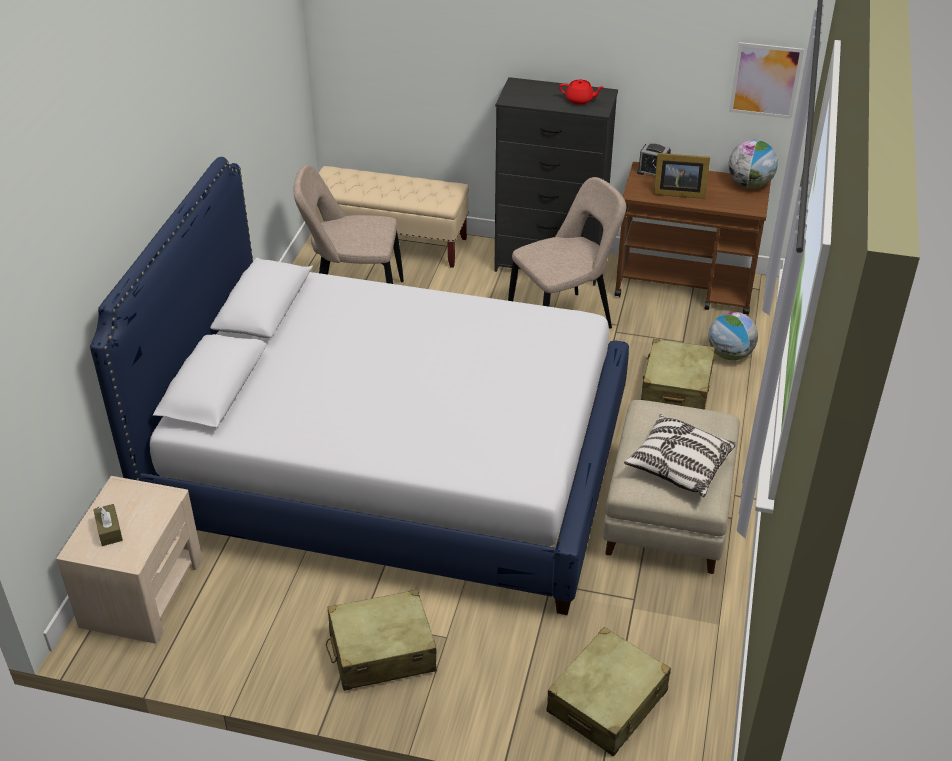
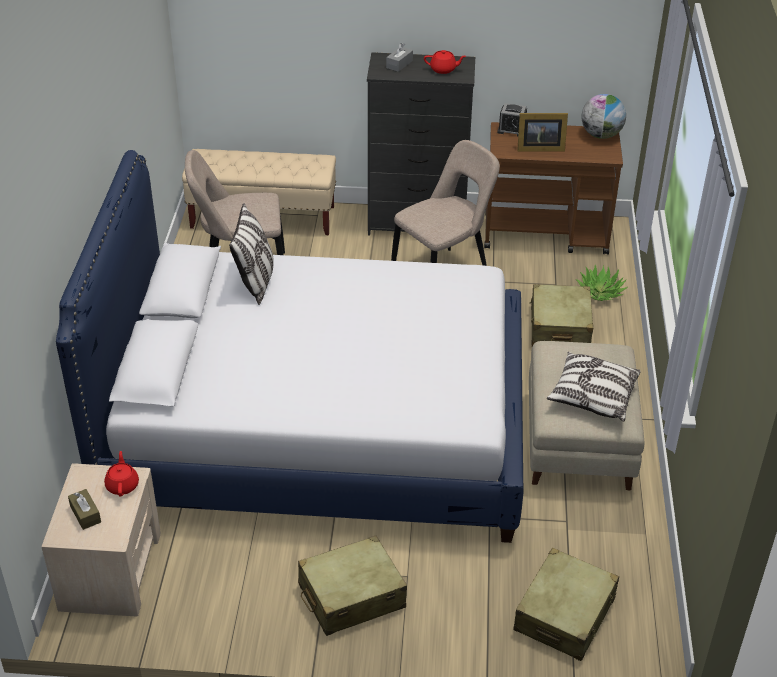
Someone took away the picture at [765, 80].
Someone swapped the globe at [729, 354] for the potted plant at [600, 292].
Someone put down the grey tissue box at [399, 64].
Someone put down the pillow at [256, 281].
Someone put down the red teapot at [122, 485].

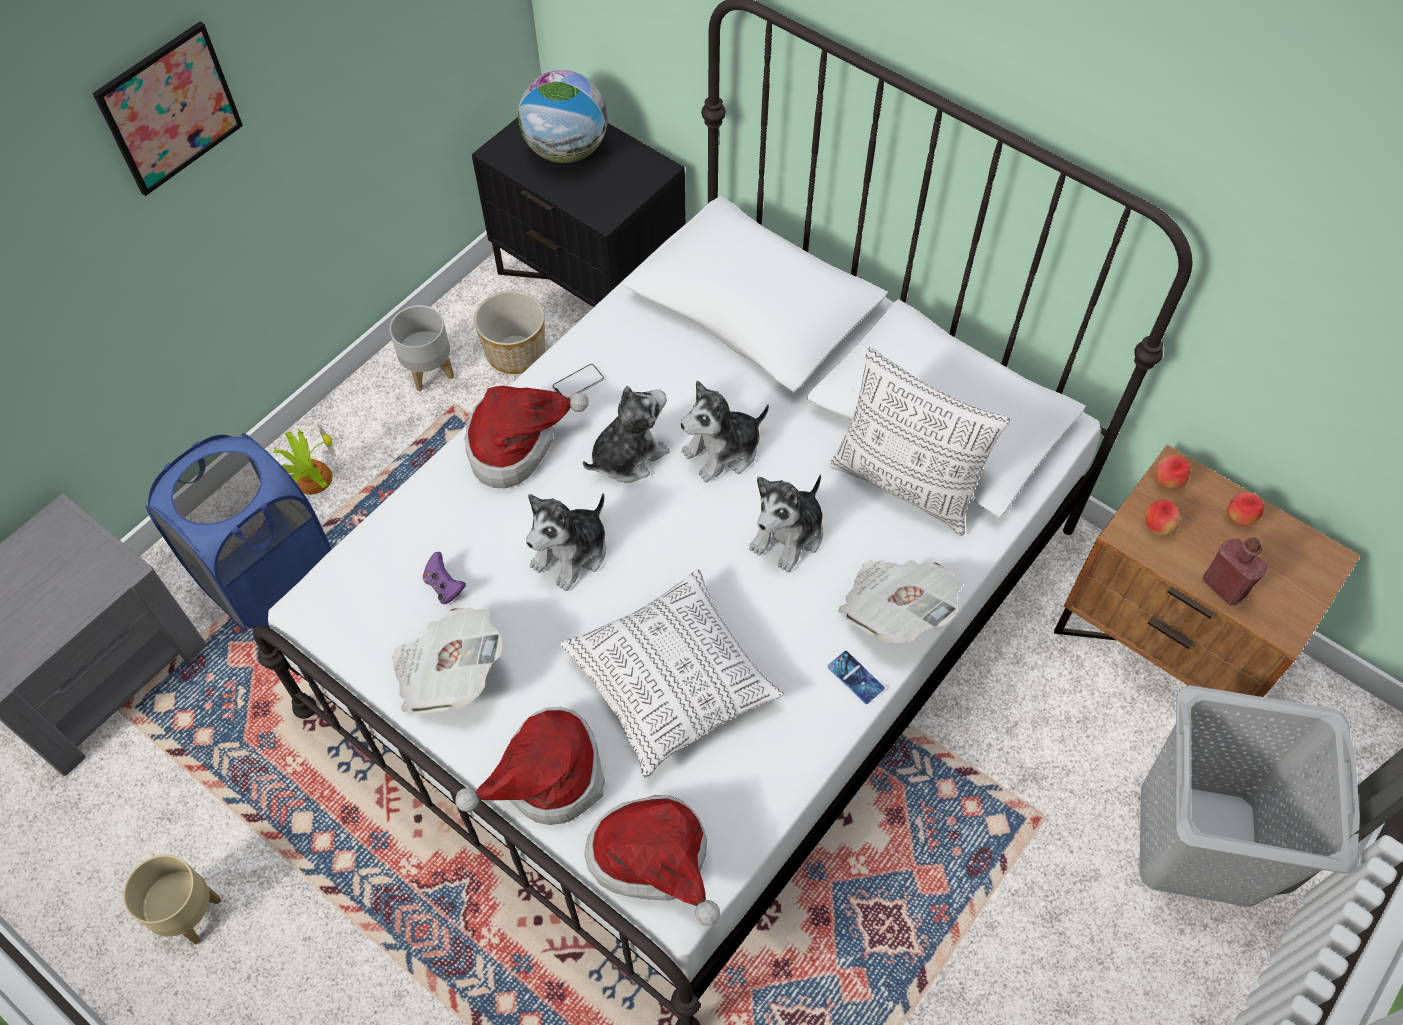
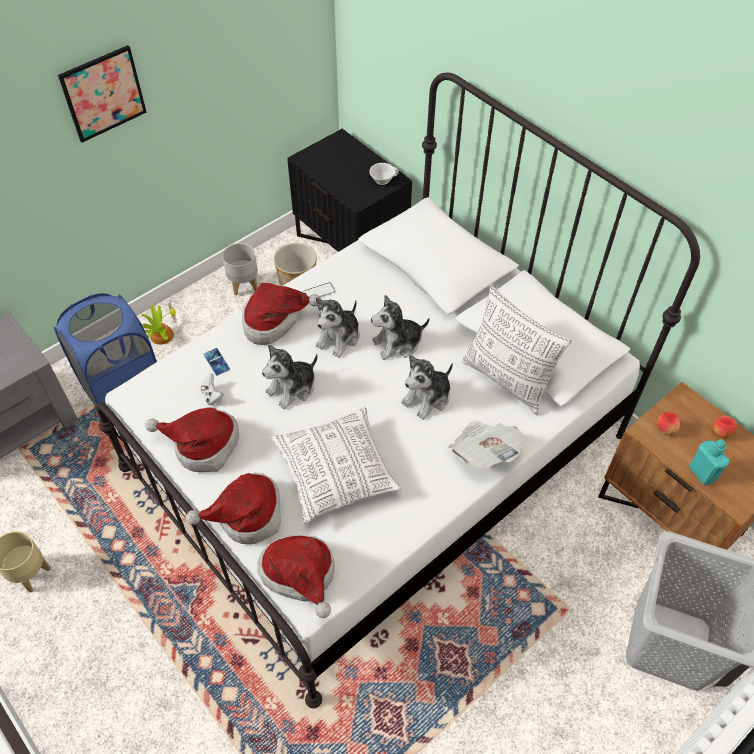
Someone took away the globe at [566, 150].
Someone rotated the plush toy at [627, 456] by 150 degrees clockwise.
Someone took away the apple at [1167, 482].
Someone repainted the red bottle at [1223, 587], which became the turquoise bottle at [702, 473].
Someone repainted the purple game controller at [444, 586], which became the white game controller at [212, 395].
Someone swapped the newspaper at [448, 673] for the hat at [202, 446].
Someone carried the phone from [855, 677] to [216, 362].
Someone put down the white cup at [382, 179].

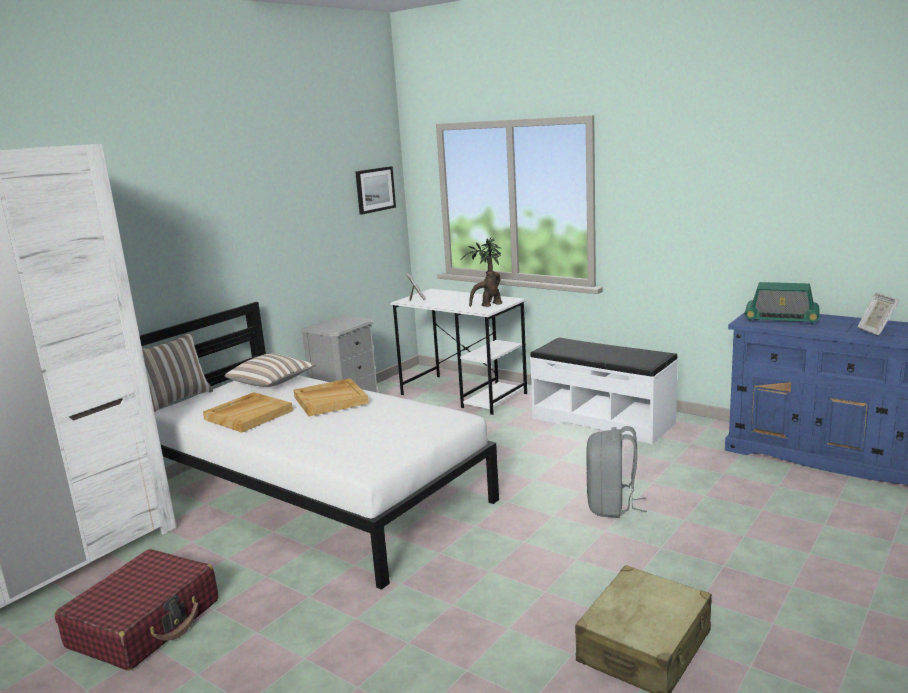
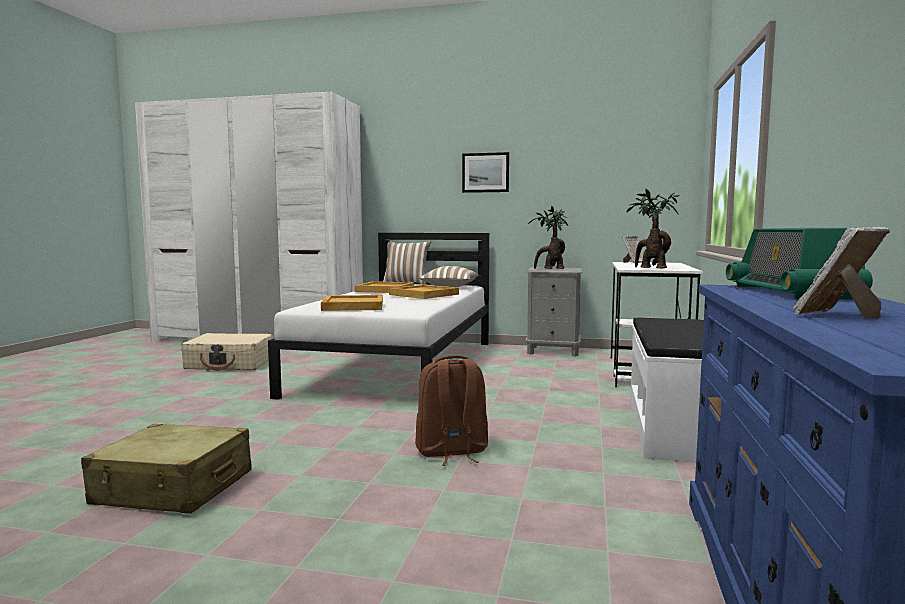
Someone carried the picture from [375, 190] to [485, 172].
Someone repainted the grey backpack at [612, 506], which became the brown backpack at [451, 452].
Someone repainted the red suitcase at [145, 623], which became the beige suitcase at [230, 364].
Someone put down the potted plant at [551, 269].
Someone put down the beige tray at [352, 306].

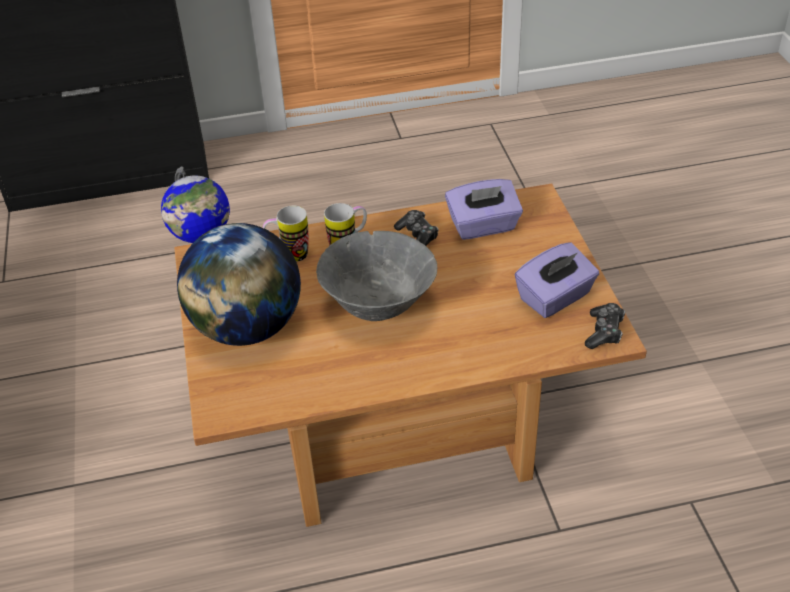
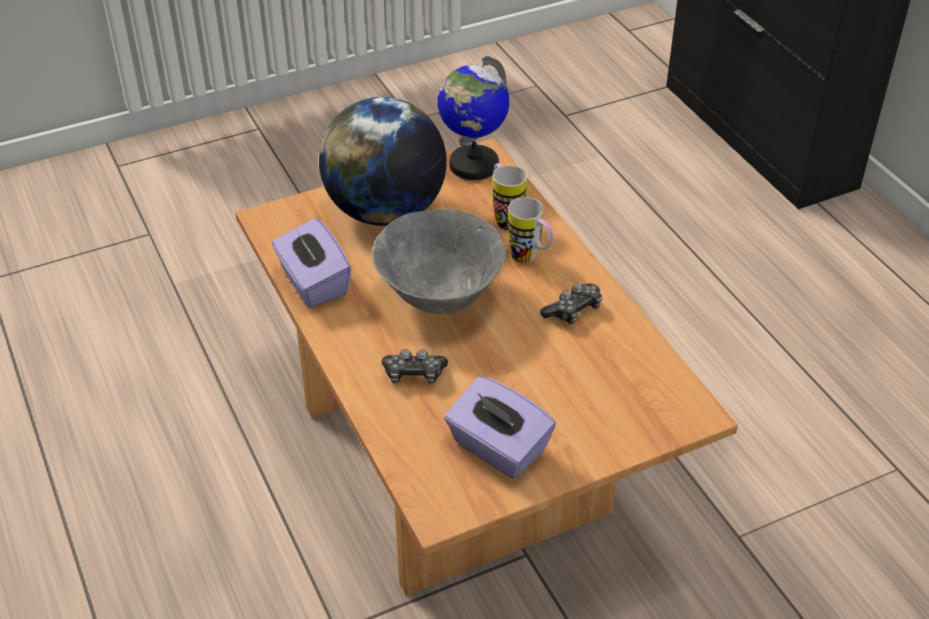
Someone carried the purple tissue box from [483, 226] to [313, 283].
Someone carried the game controller from [604, 332] to [414, 374].

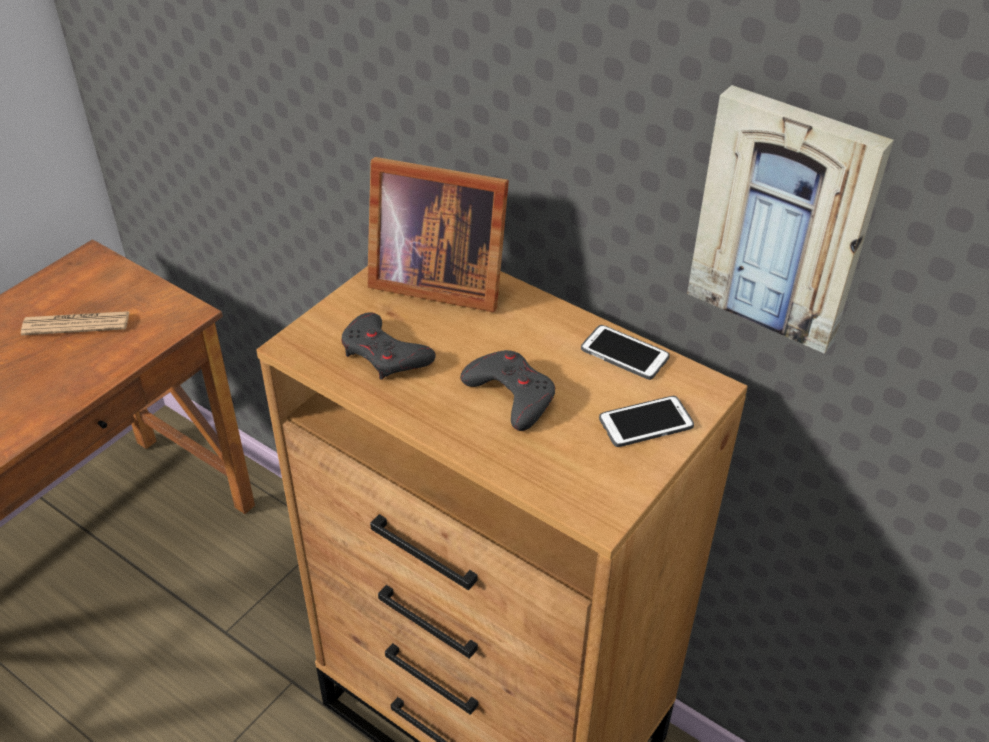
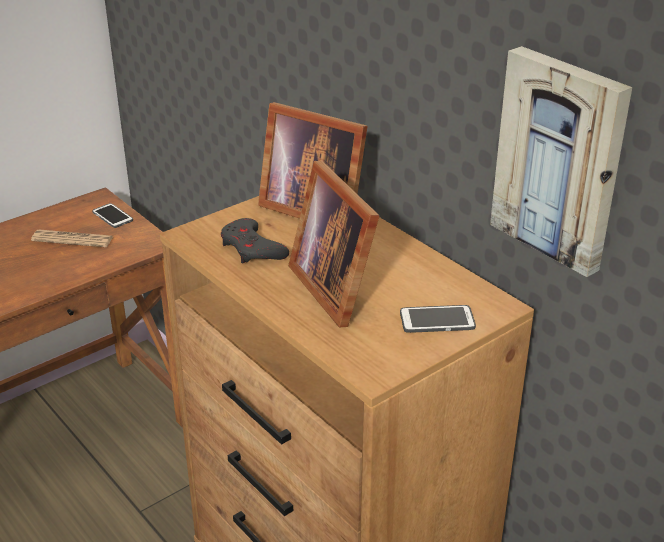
Someone carried the phone from [624, 353] to [112, 216].
Someone swapped the grey game controller at [511, 394] for the picture frame at [337, 287].

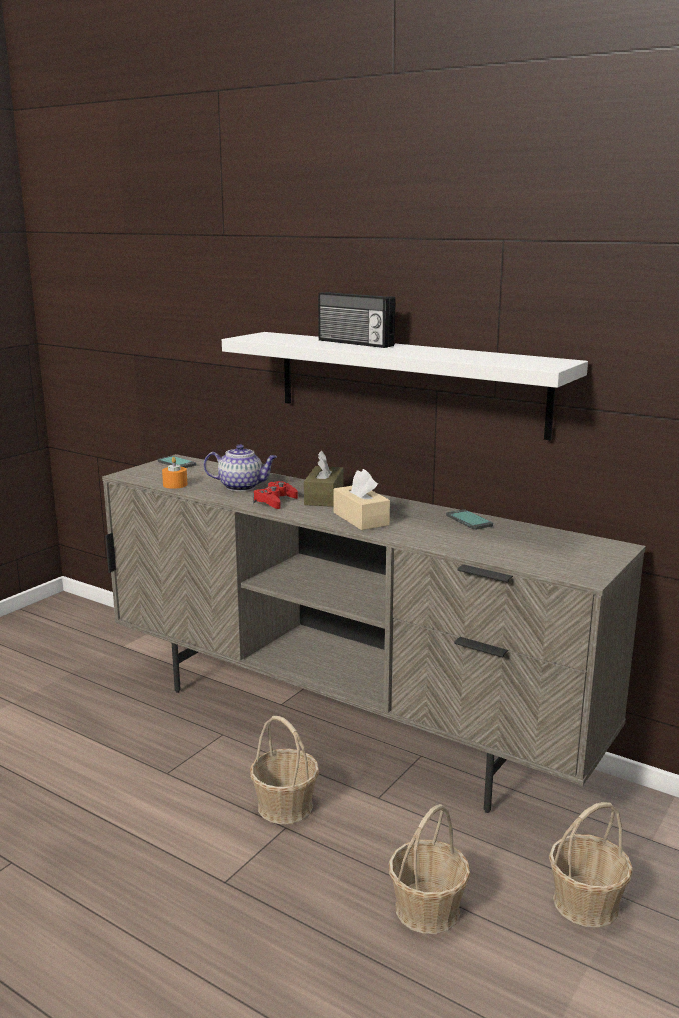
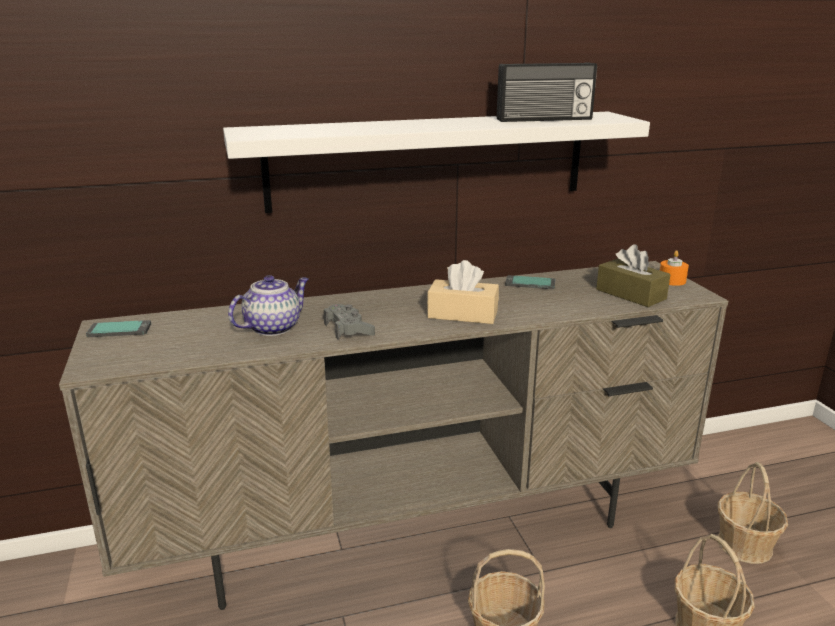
Someone carried the radio from [354, 343] to [544, 119].
Someone carried the brown tissue box from [324, 497] to [630, 294].
Someone carried the orange candle from [175, 485] to [672, 280].
Someone repainted the red game controller at [275, 501], which became the grey game controller at [348, 329].

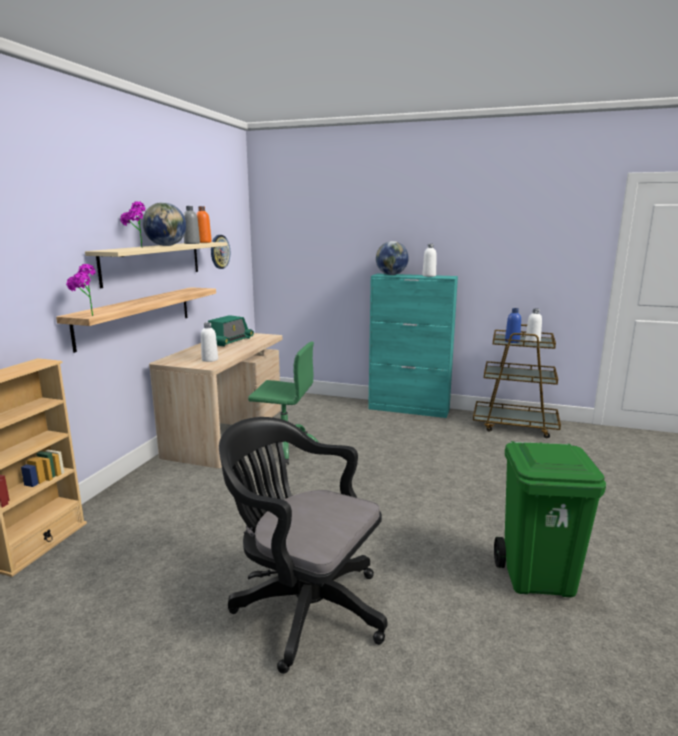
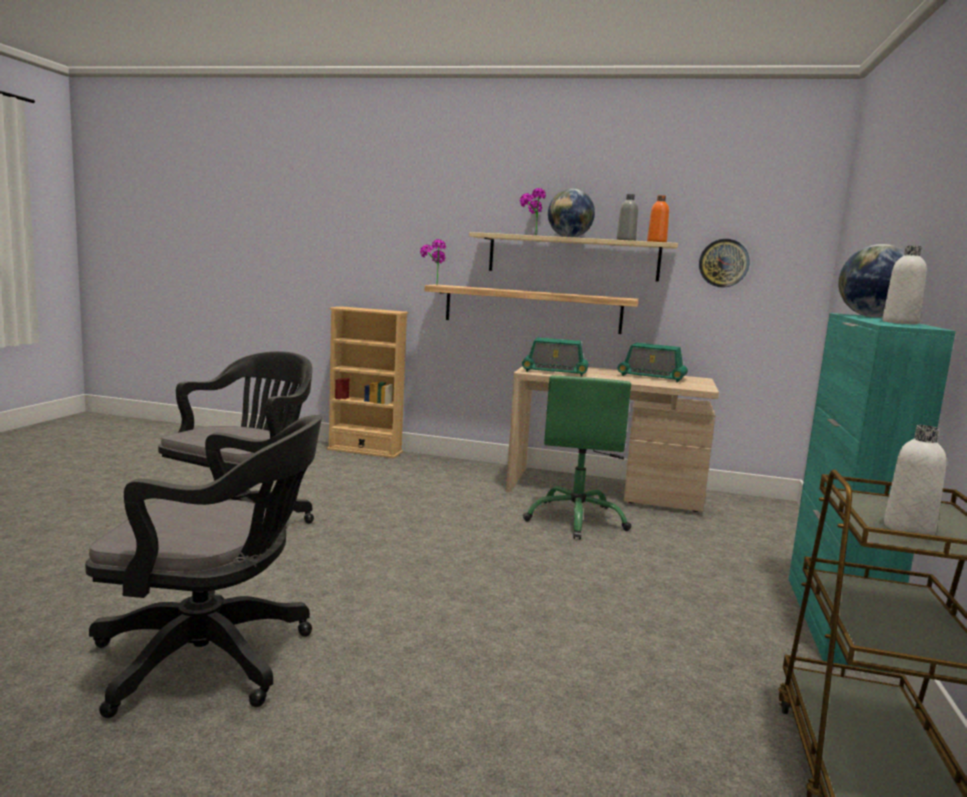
Someone took away the blue bottle at [512, 341].
Someone swapped the white bottle at [210, 360] for the radio at [554, 372].
Someone swapped the green trash can at [538, 578] for the black office chair at [214, 659].

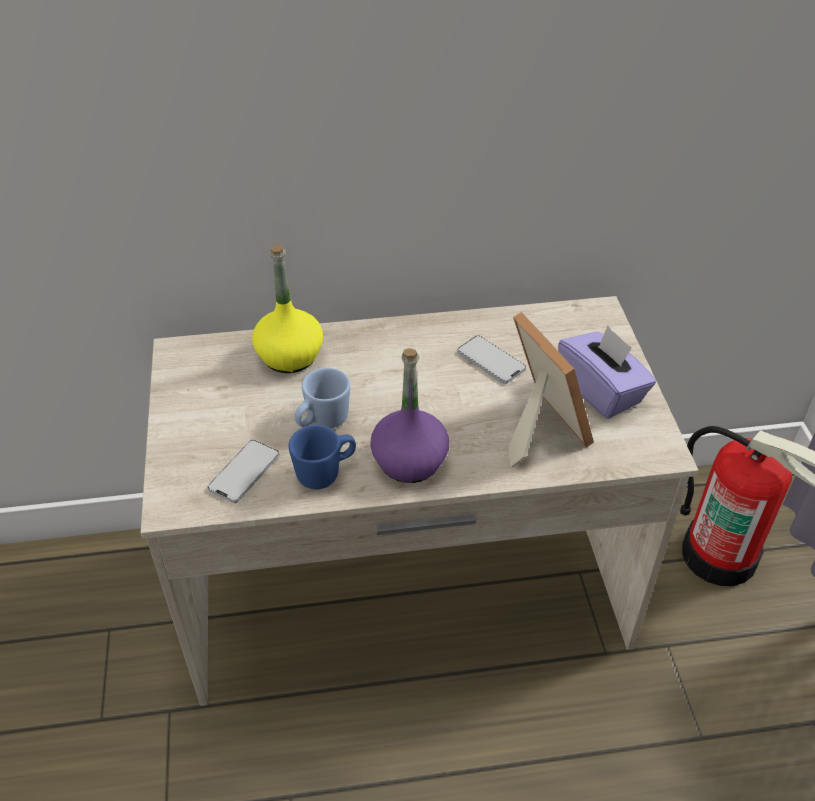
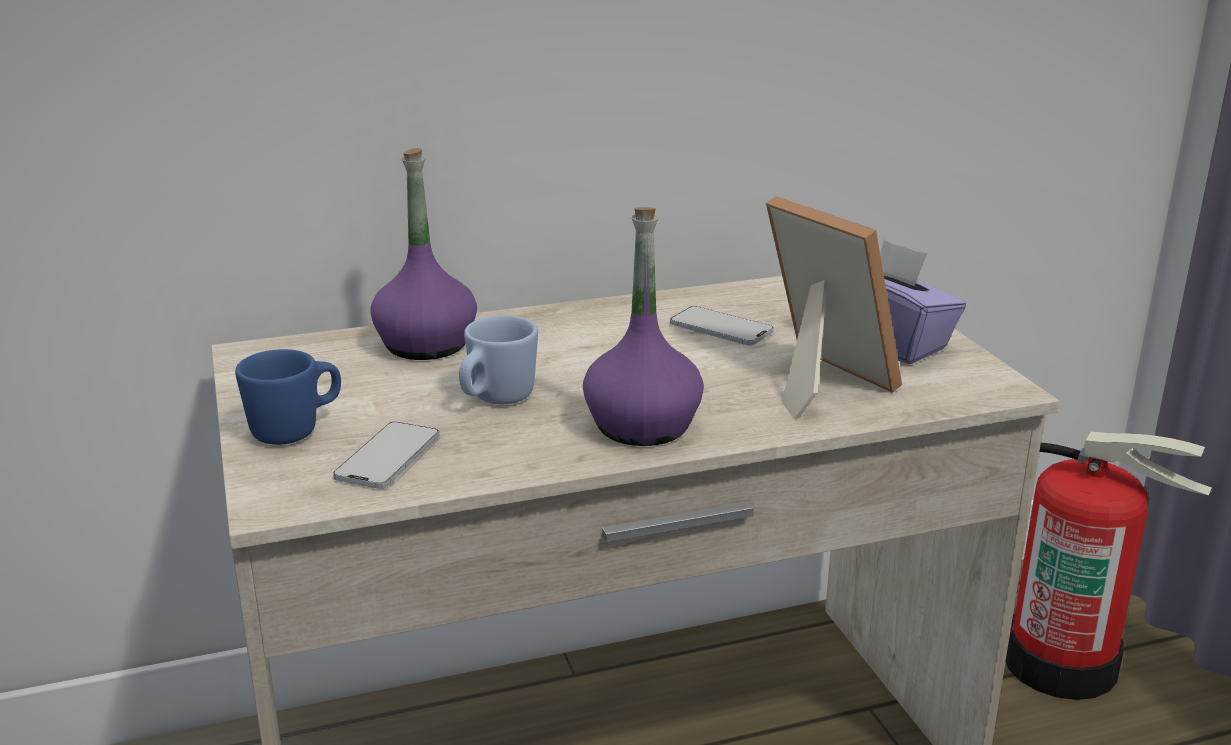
Someone repainted the yellow bottle at [289, 356], which became the purple bottle at [426, 345].
Someone carried the blue mug from [325, 473] to [296, 430].

